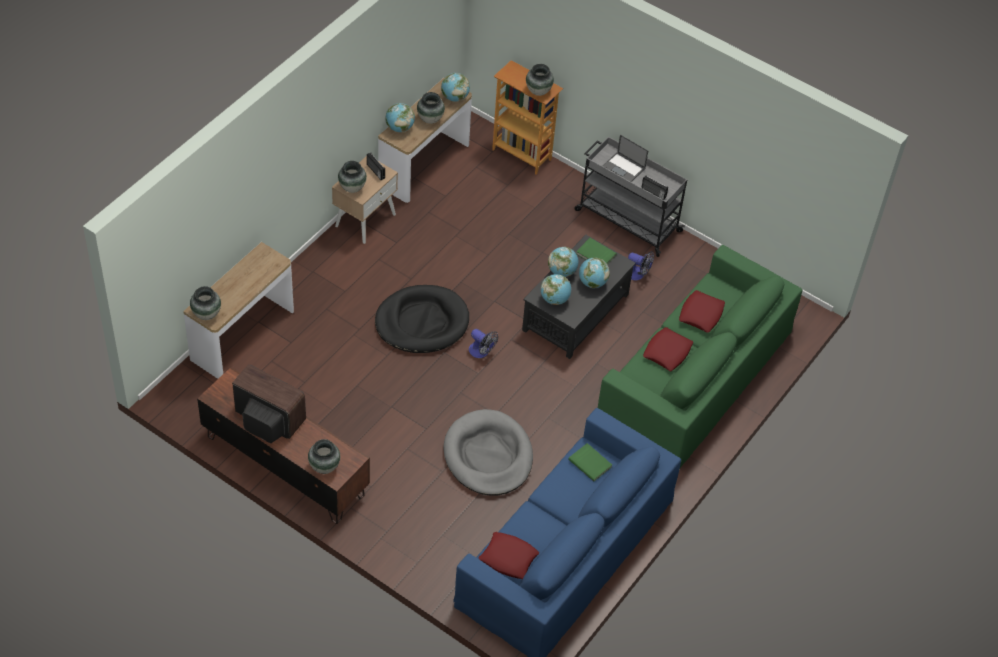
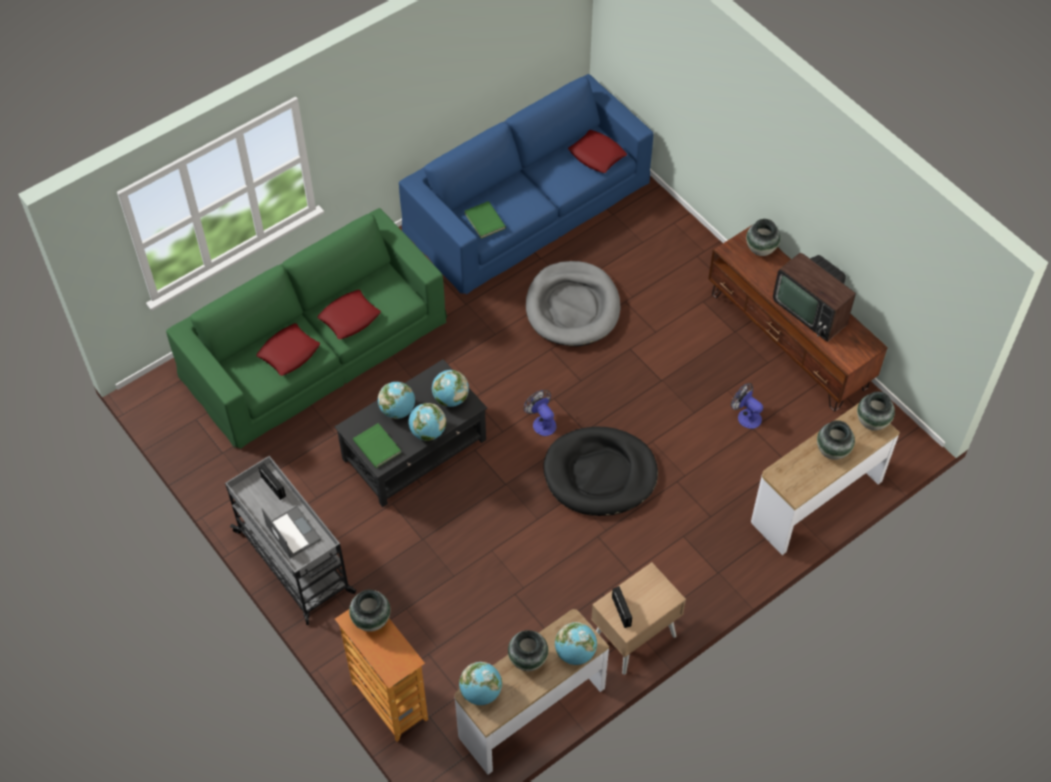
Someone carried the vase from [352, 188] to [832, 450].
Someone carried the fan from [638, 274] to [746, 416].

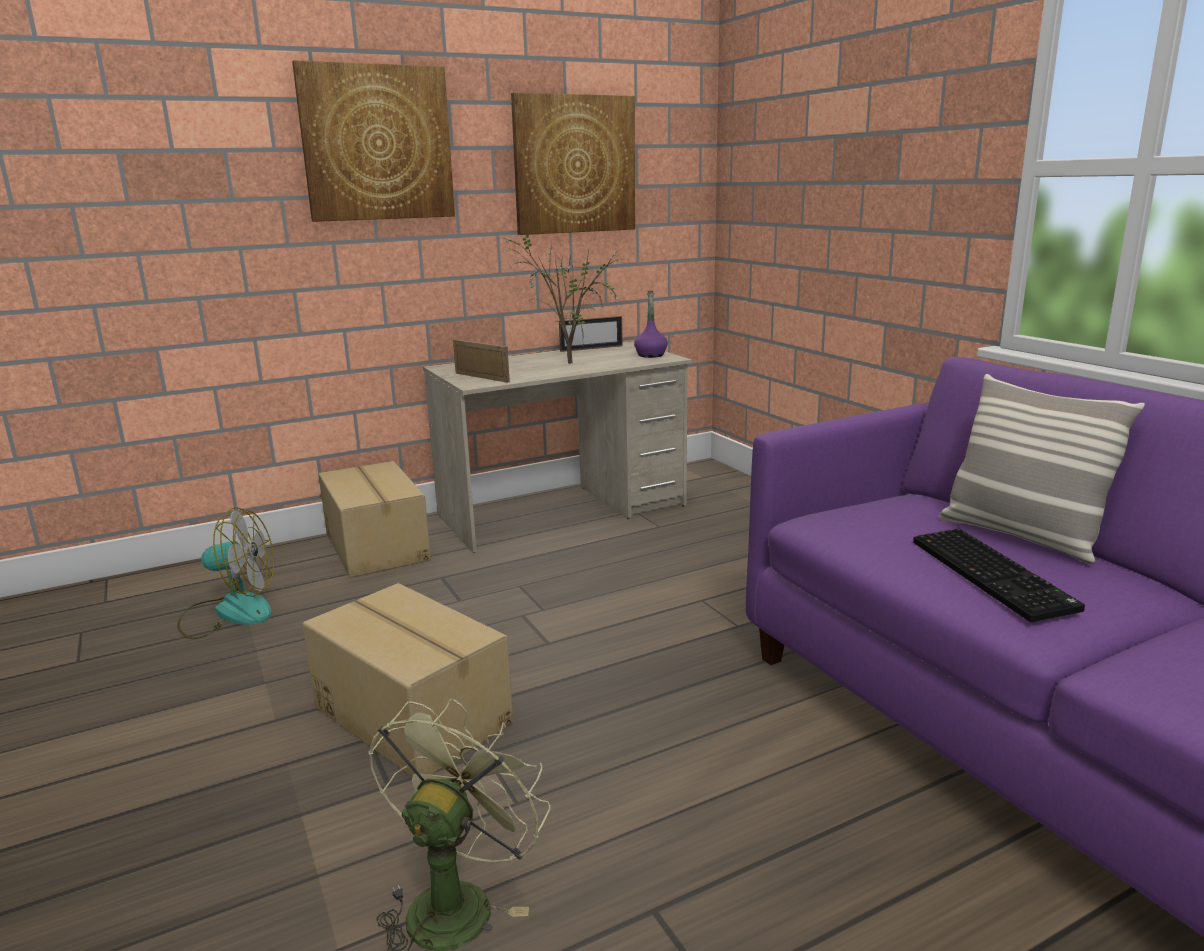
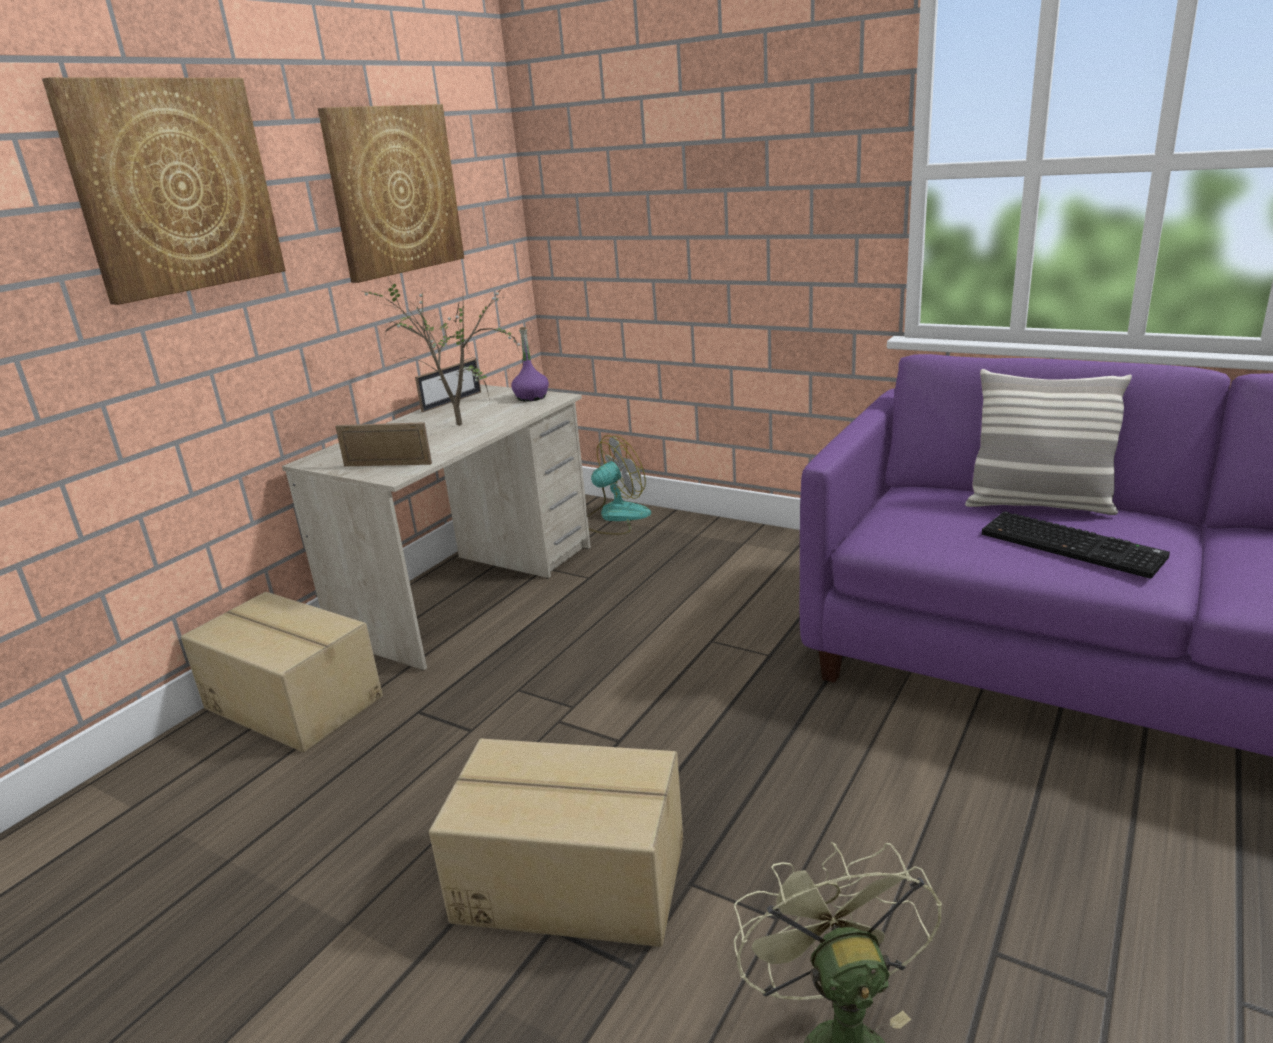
Someone carried the fan from [229, 612] to [614, 517].

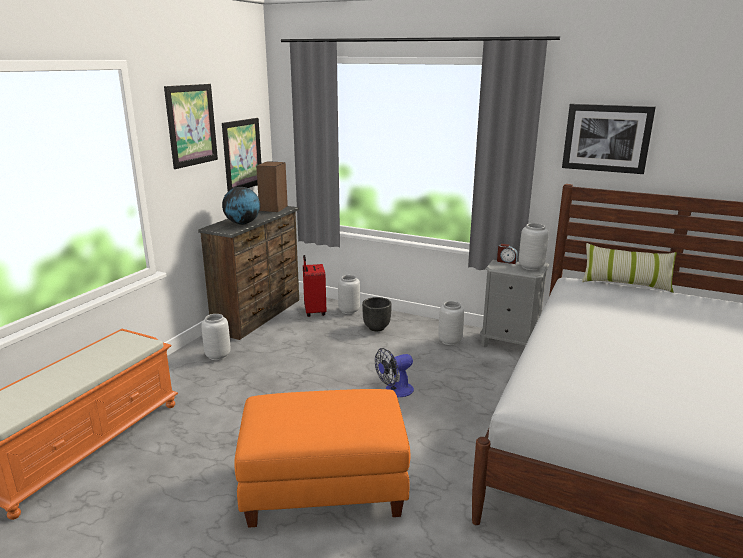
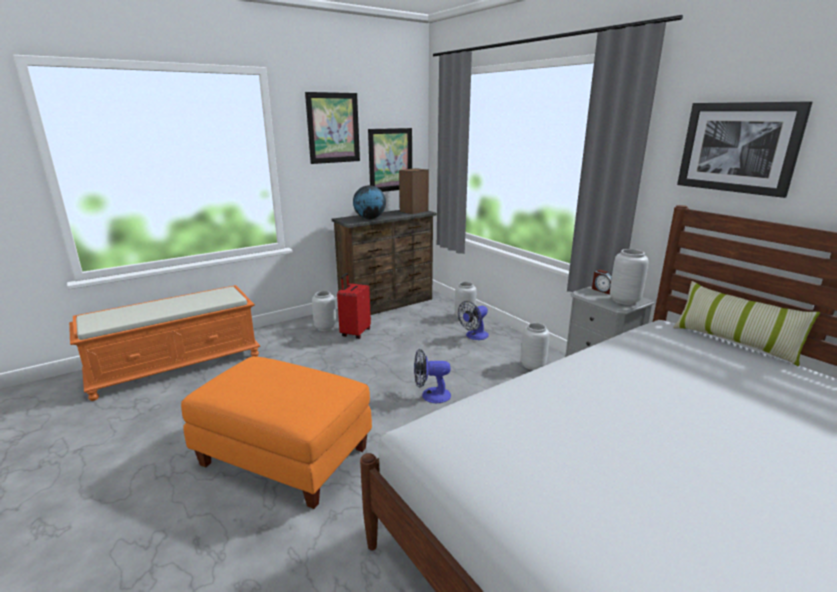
Someone carried the red suitcase from [314, 312] to [355, 333].
Someone swapped the black planter at [377, 328] for the fan at [474, 336].

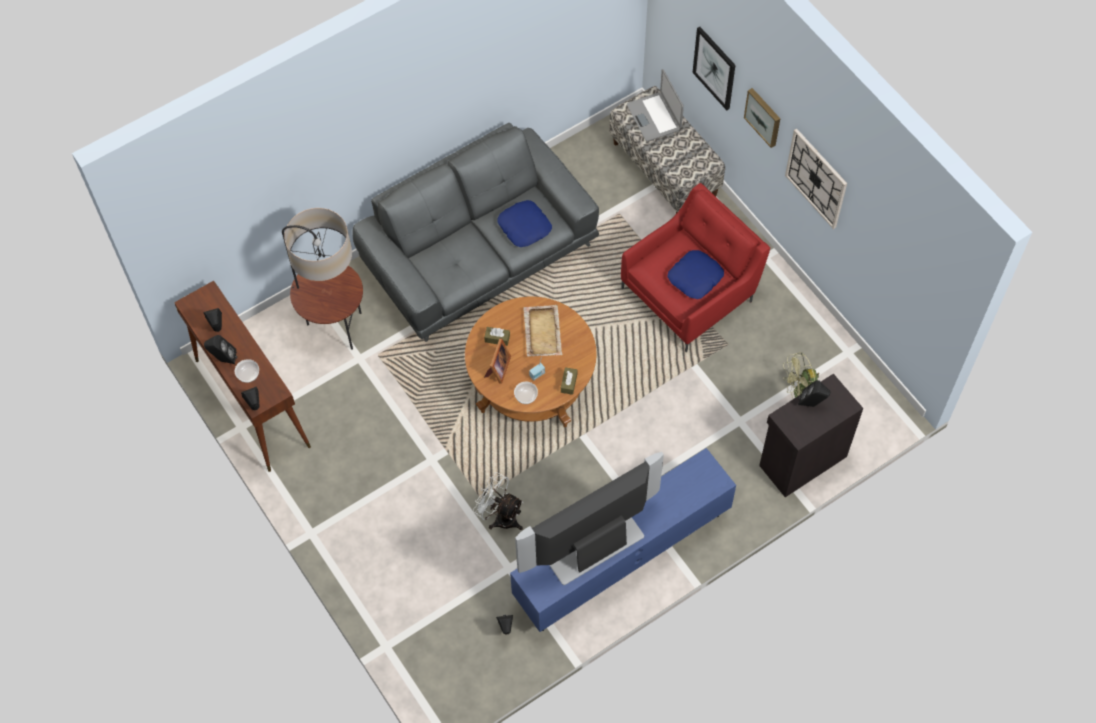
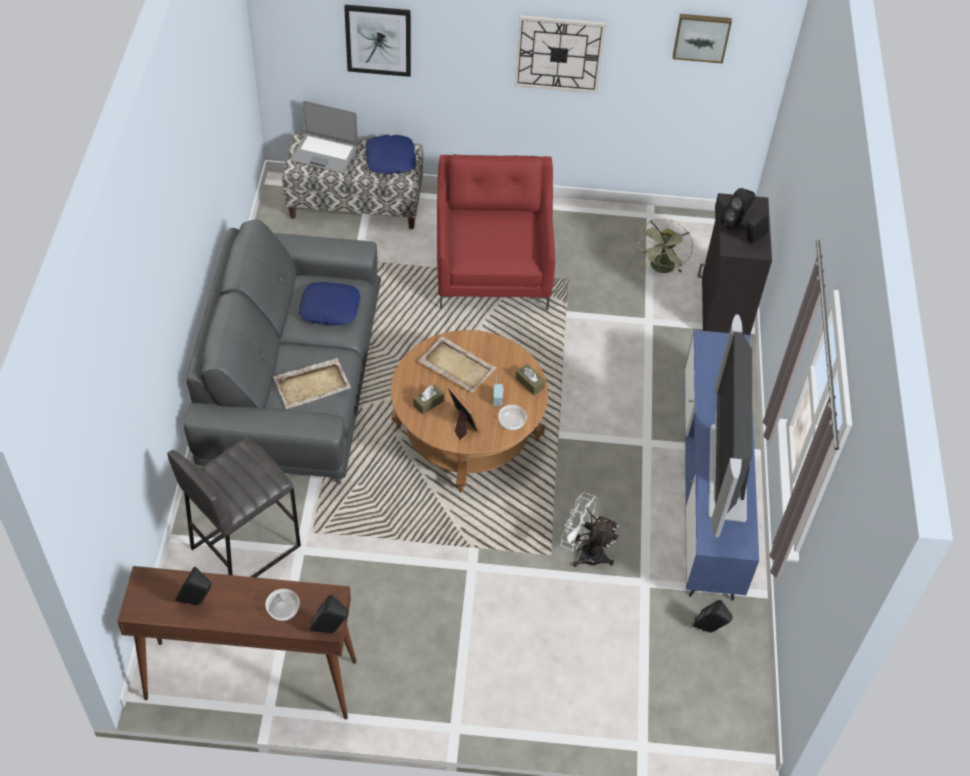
Someone carried the picture from [764, 116] to [701, 36].
Someone swapped the floor lamp at [335, 328] for the grey stool at [244, 547].
Someone carried the blue pillow from [695, 278] to [391, 159].
Someone carried the black speaker from [223, 359] to [751, 241].
Someone rotated the white fan at [500, 517] by 45 degrees clockwise.
Someone put down the beige tray at [313, 385].

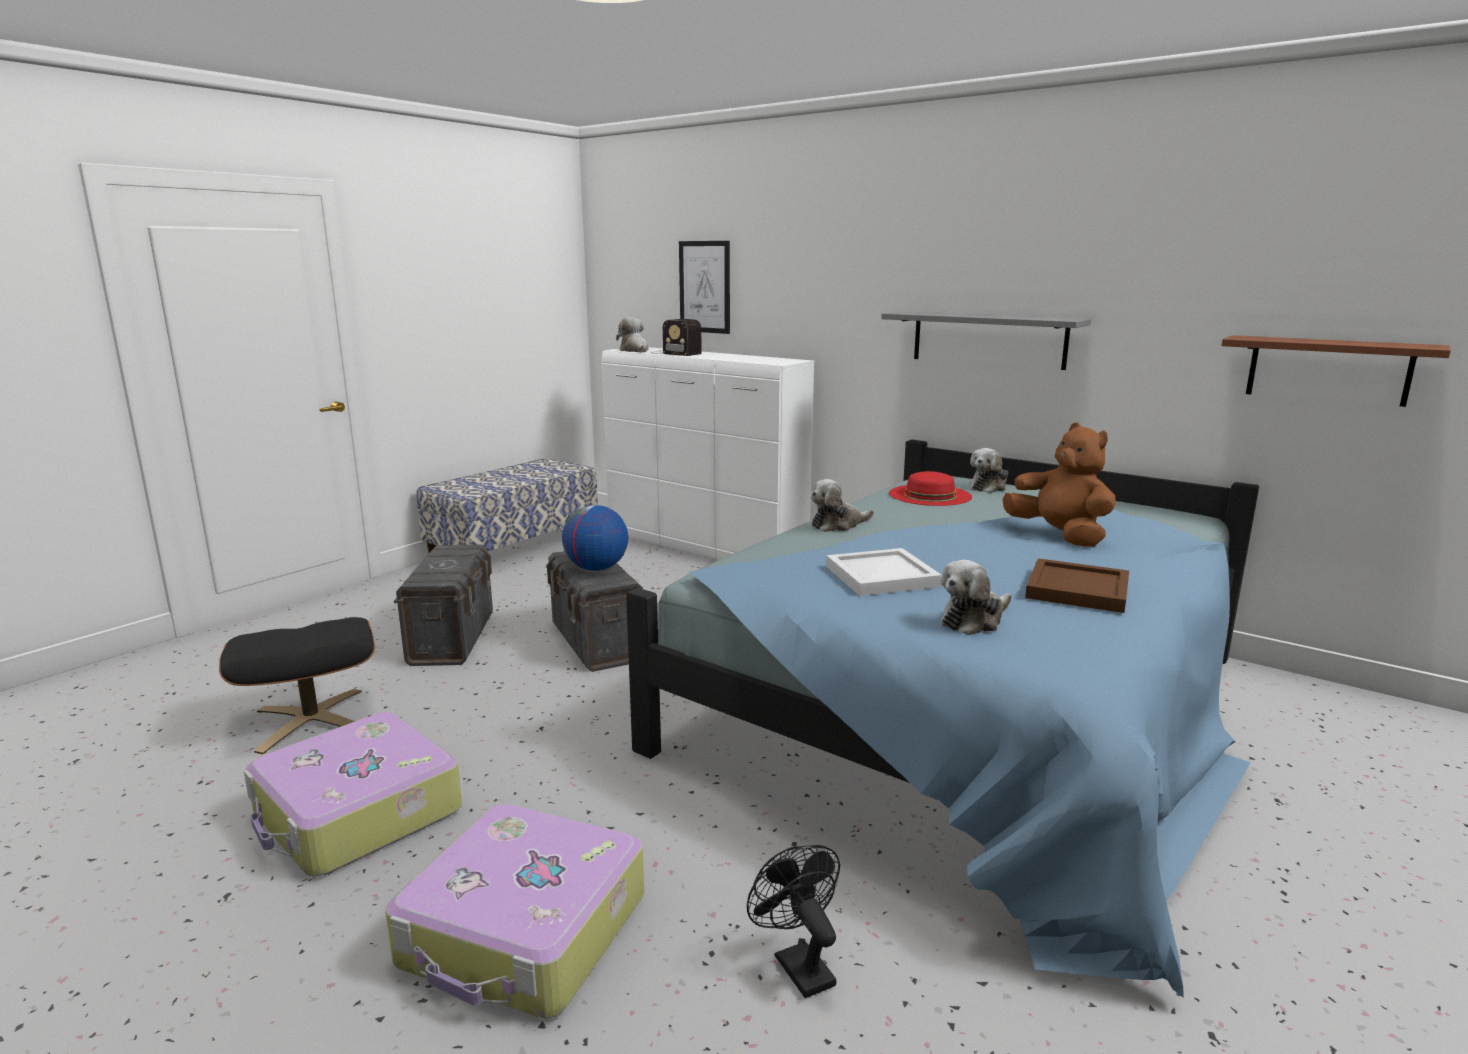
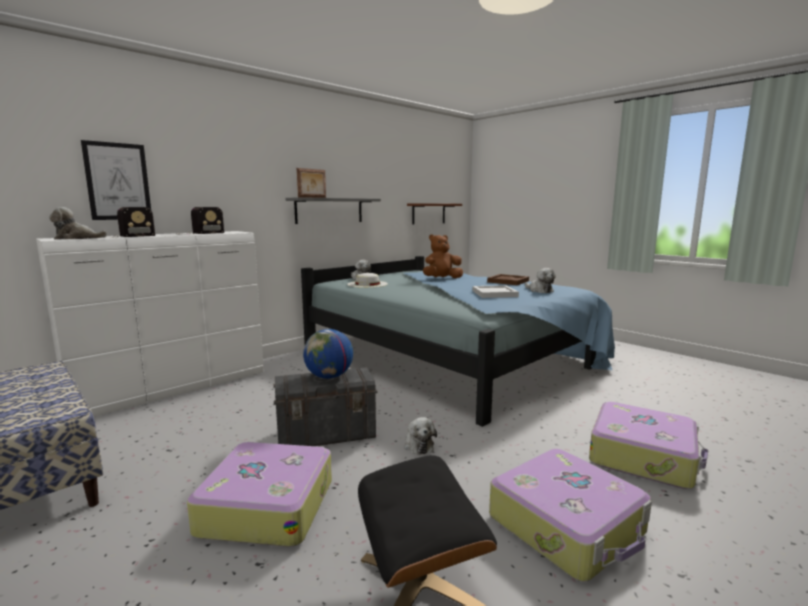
Someone repainted the red hat at [930, 495], which became the white hat at [367, 284].
Someone carried the plush toy from [838, 525] to [418, 444].
Someone swapped the grey storage box at [452, 638] for the suitcase at [267, 506].
Someone took away the black fan at [798, 964].
Someone put down the picture frame at [312, 197].
Someone put down the radio at [198, 233].

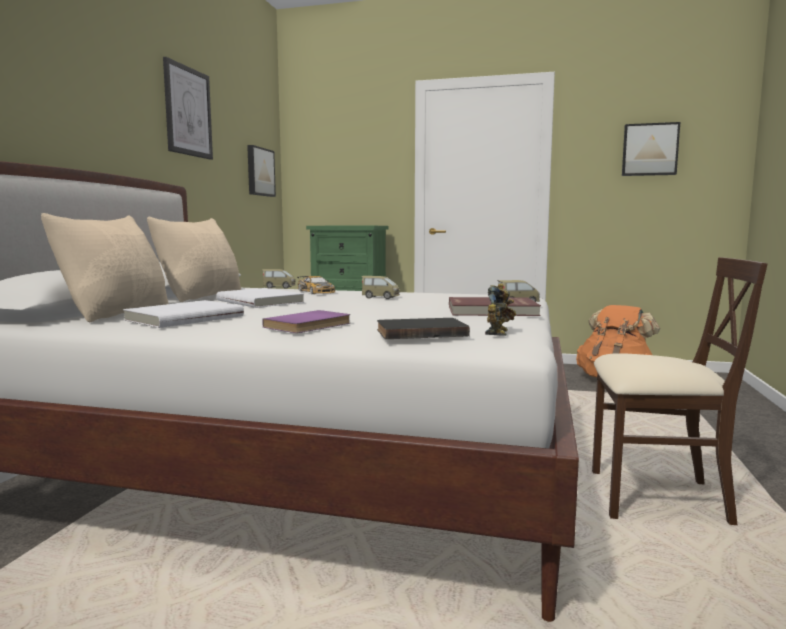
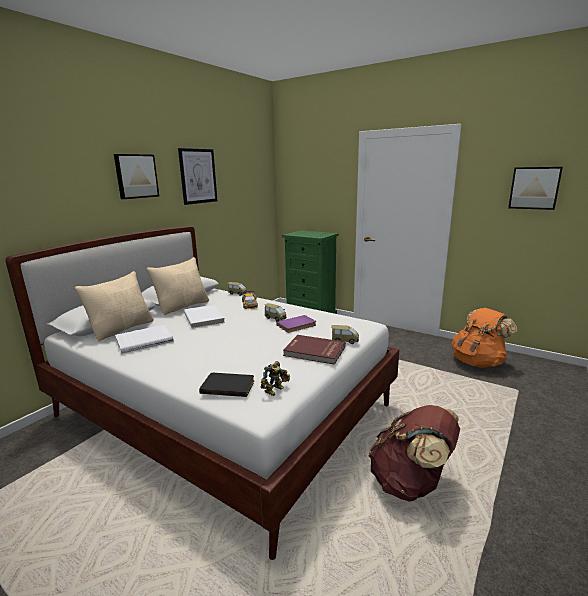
Someone carried the picture from [259, 172] to [136, 176].
Someone swapped the beige chair at [655, 498] for the brown backpack at [410, 483].
Someone carried the purple book from [310, 325] to [297, 325].

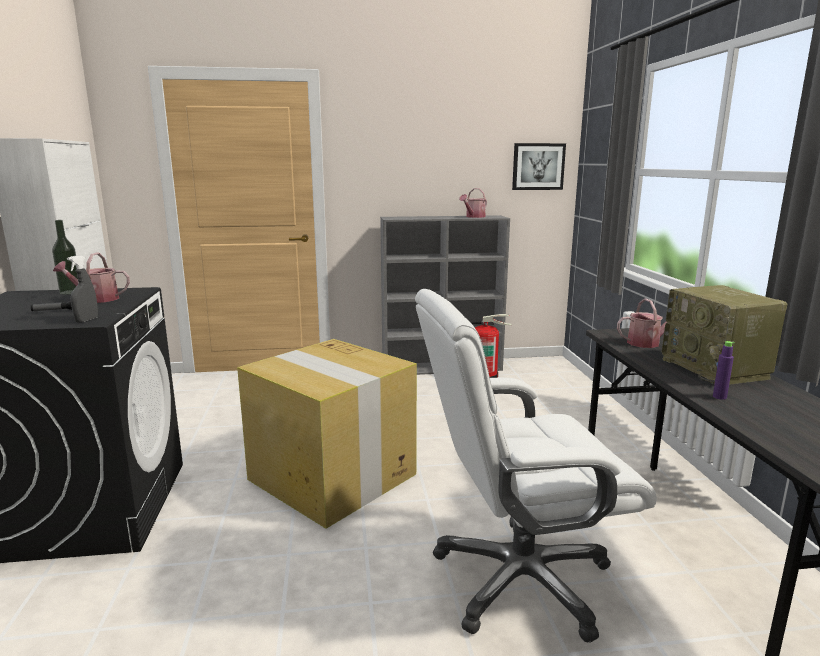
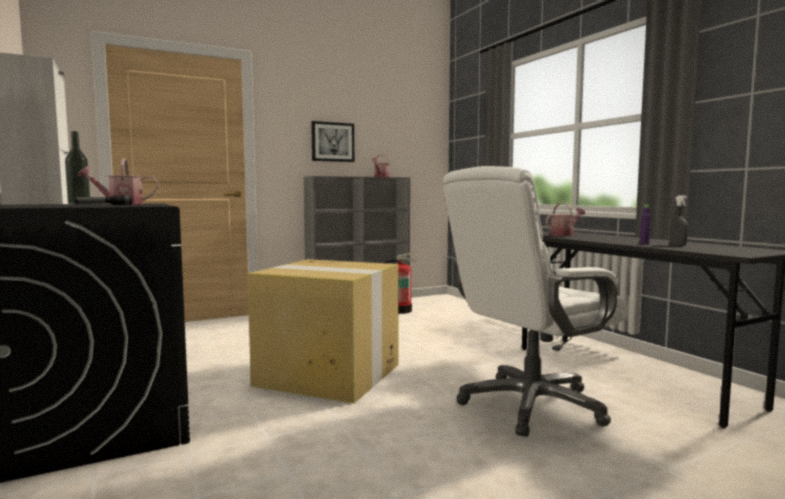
Someone carried the picture from [538, 166] to [332, 142].
Someone carried the grey spray bottle from [87, 320] to [678, 245].
Someone took away the radio at [716, 369].

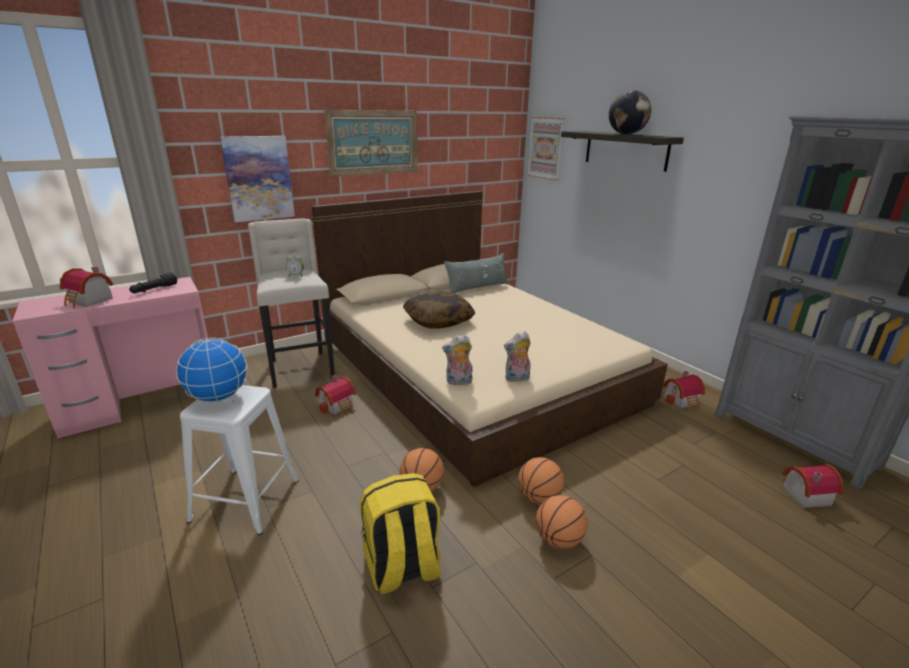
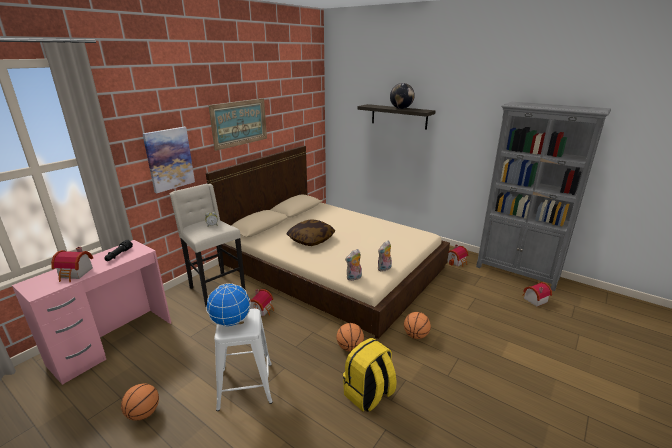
Someone took away the picture at [546, 148].
Someone took away the grey pillow at [477, 287].
Someone carried the basketball from [558, 540] to [144, 413].

